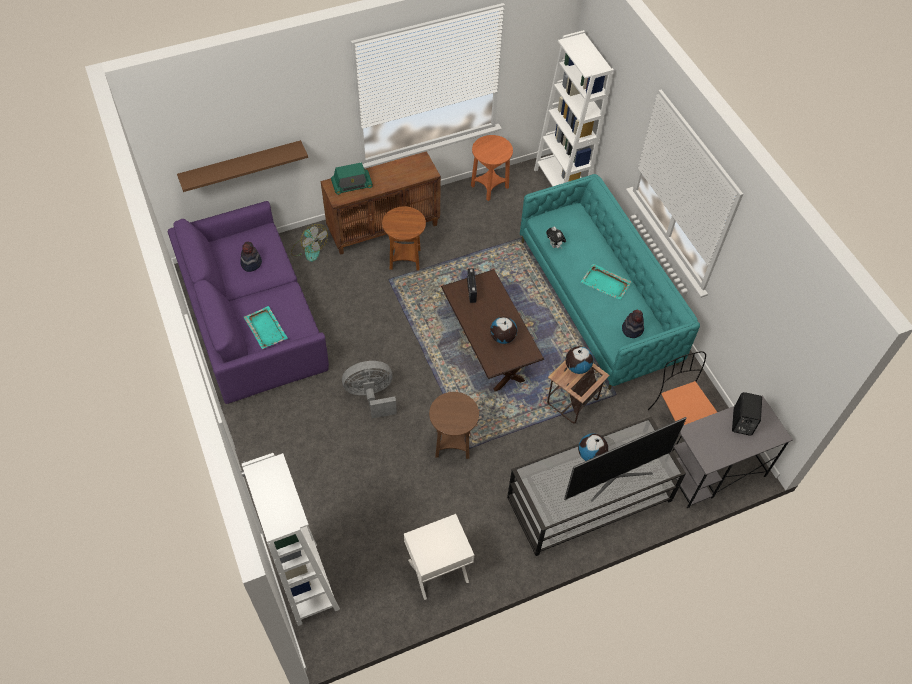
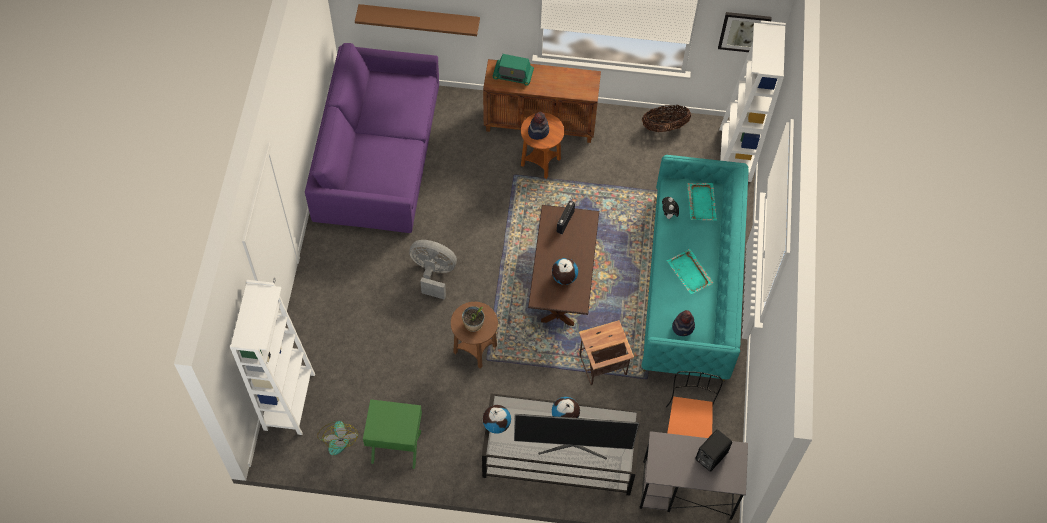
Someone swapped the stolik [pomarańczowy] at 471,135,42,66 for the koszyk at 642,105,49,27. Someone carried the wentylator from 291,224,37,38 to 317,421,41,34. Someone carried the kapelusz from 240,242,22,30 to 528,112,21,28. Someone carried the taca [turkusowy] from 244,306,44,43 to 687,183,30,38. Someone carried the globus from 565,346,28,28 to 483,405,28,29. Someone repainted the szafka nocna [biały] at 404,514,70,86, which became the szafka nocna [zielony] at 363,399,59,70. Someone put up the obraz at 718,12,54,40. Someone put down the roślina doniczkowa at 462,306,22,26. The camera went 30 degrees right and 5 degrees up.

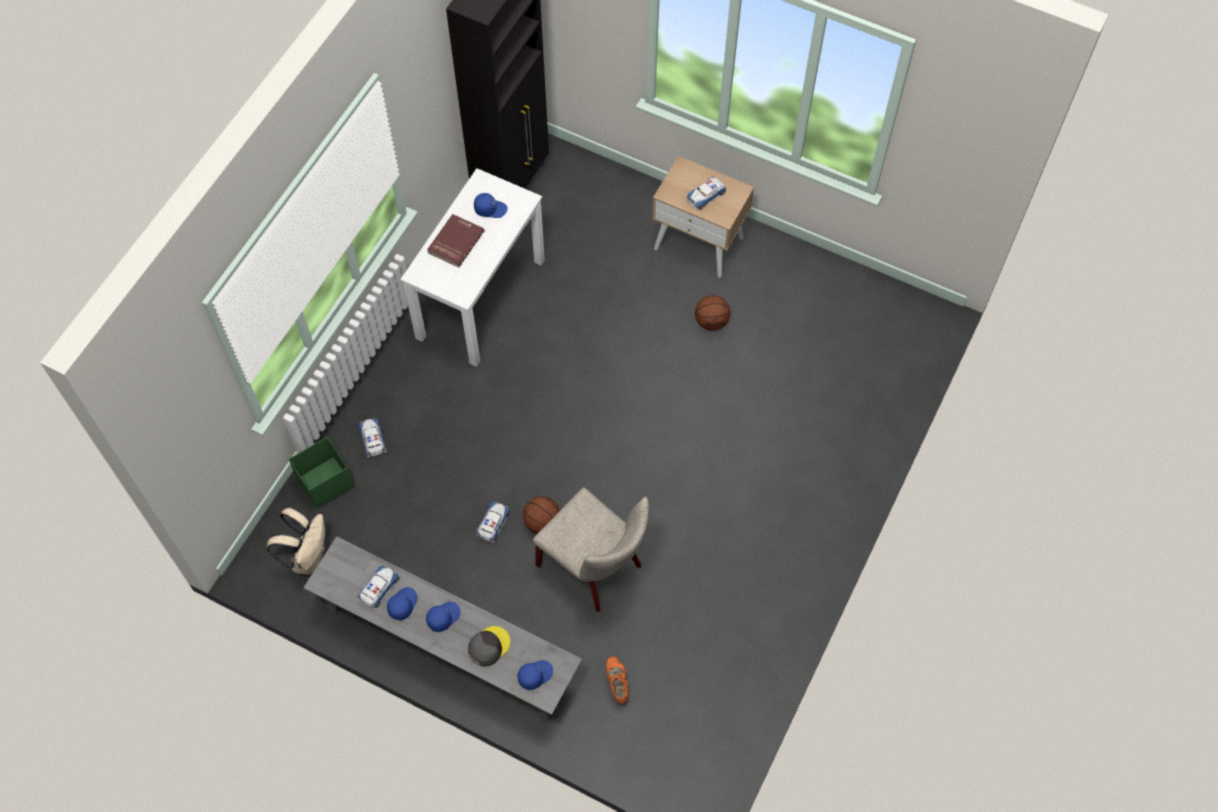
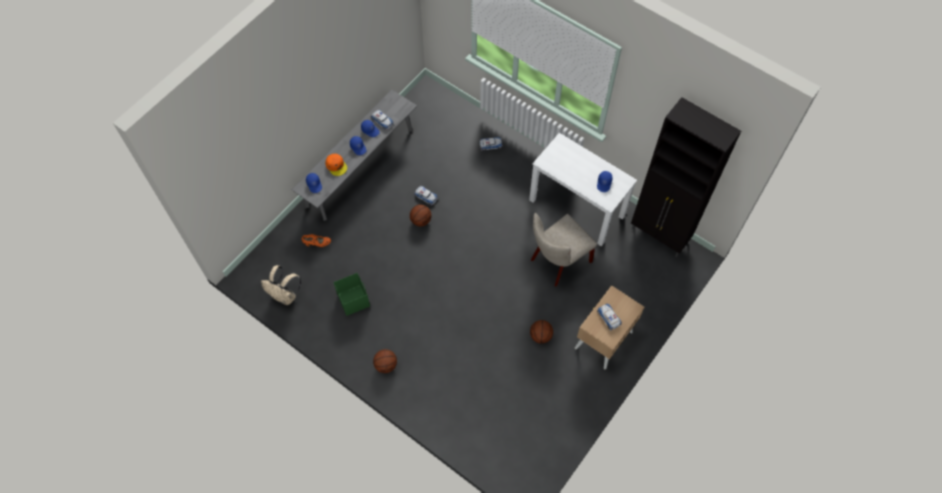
Someone took away the książka [czerwony] at 427,214,58,54. Someone carried the pojemnik do przechowywania [zielony] from 288,437,67,72 to 333,273,37,43. Someone carried the krzesło [beżowy] from 533,487,116,125 to 531,213,66,74. Someone carried the plecak [beżowy] from 267,507,58,68 to 261,265,40,40. Someone repainted the czapka z daszkiem [szary] at 468,626,42,41, which became the czapka z daszkiem [pomarańczowy] at 325,154,22,22. Someone put down the piłka do koszykówki at 373,349,24,24. The camera went 100 degrees right and 0 degrees up.

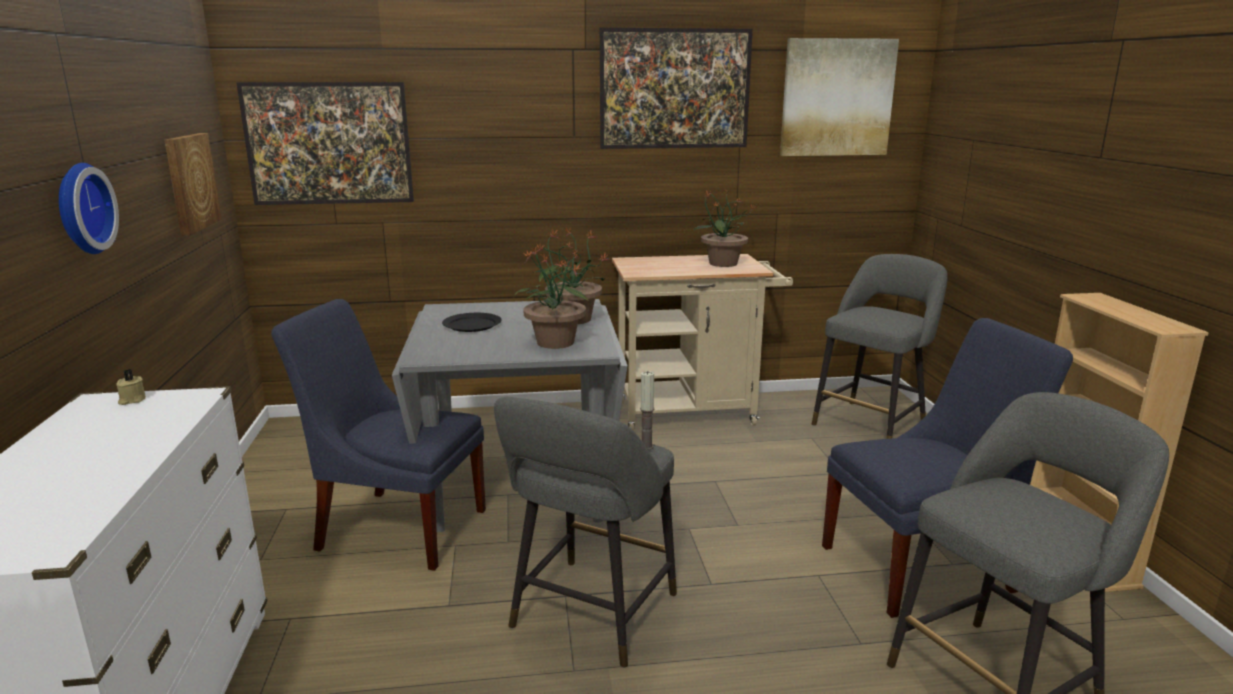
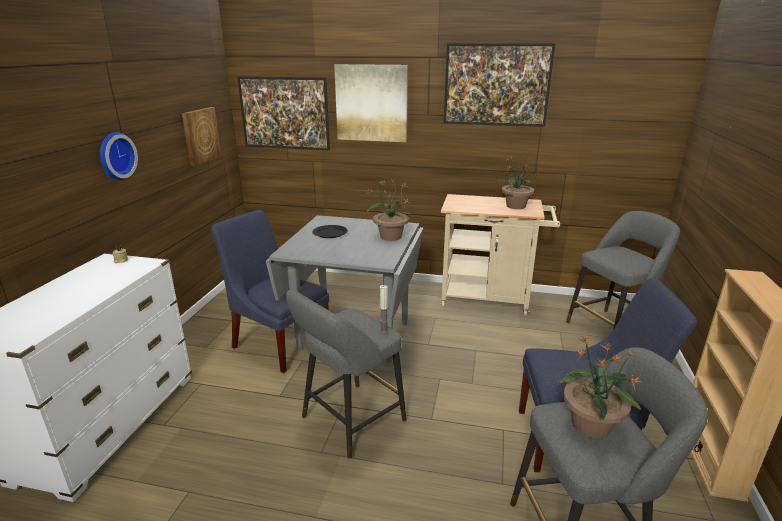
Someone carried the obraz from 780,38,119,118 to 334,64,74,78. Someone carried the roślina doniczkowa from 514,247,75,102 to 558,335,85,104. The camera went 20 degrees right and 5 degrees up.

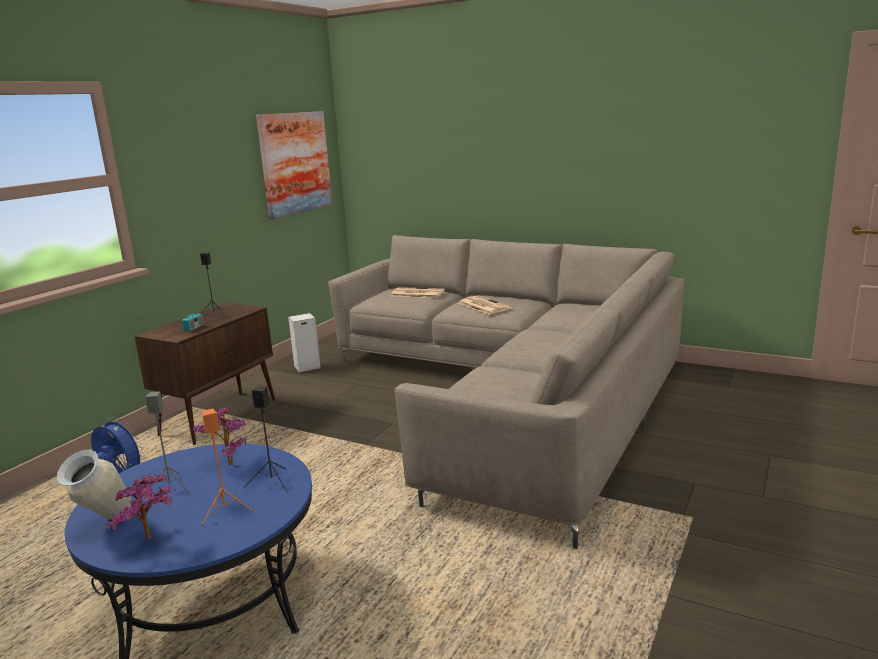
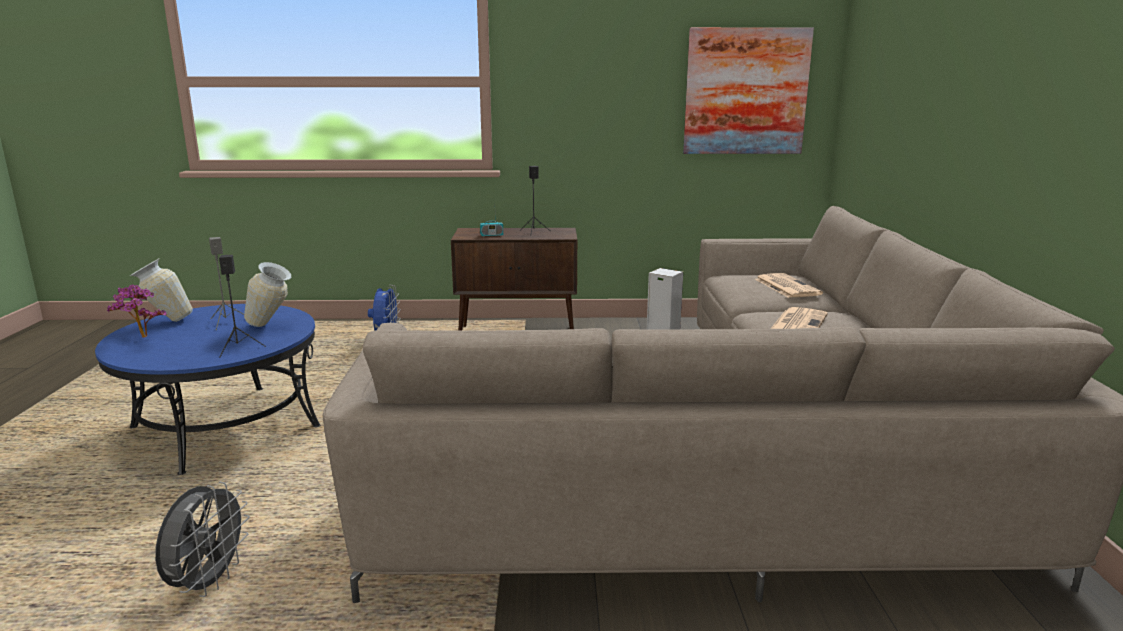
Someone swapped the roślina doniczkowa at 193,407,53,58 for the wazon at 244,262,47,65. Someone took away the głośnik [pomarańczowy] at 201,409,54,118. Someone put down the wentylator [szary] at 155,482,95,115. The camera went 60 degrees right and 0 degrees up.

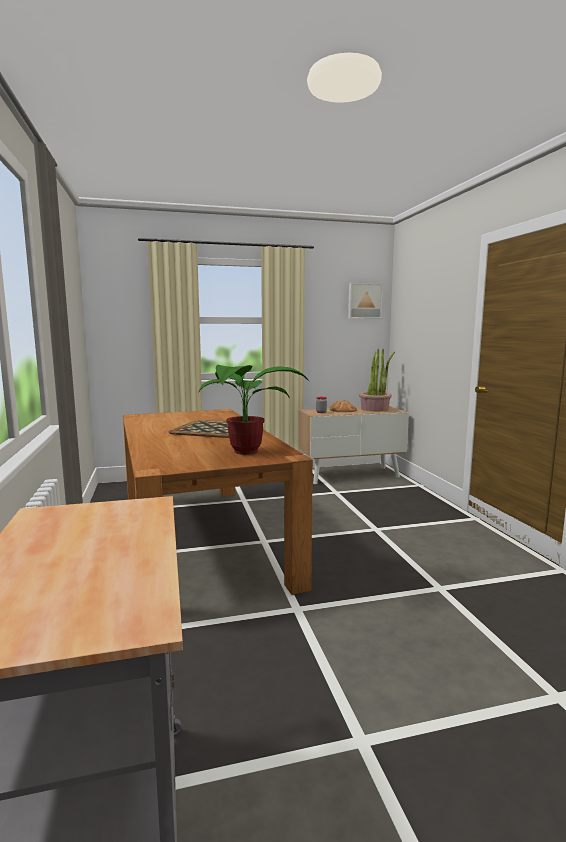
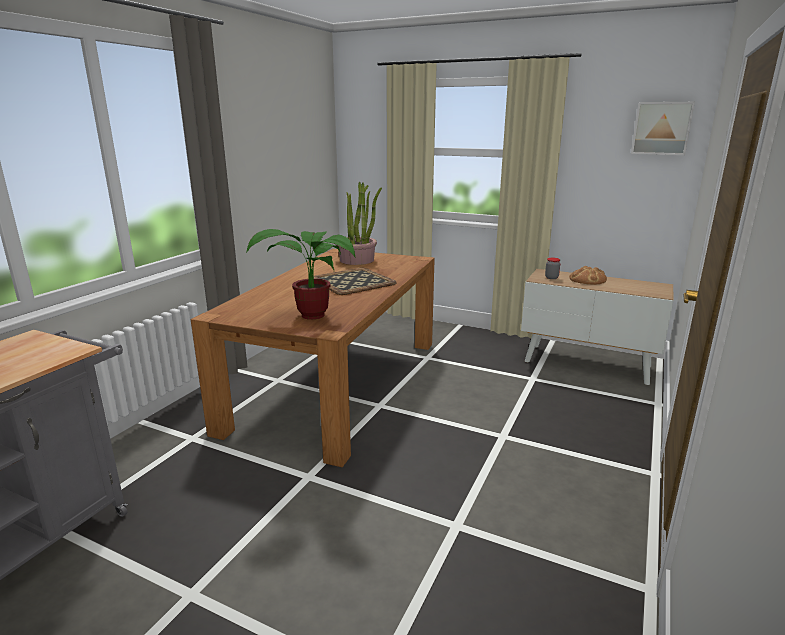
Someone carried the roślina doniczkowa from 359,349,36,63 to 339,182,43,83. The camera went 40 degrees right and 10 degrees up.

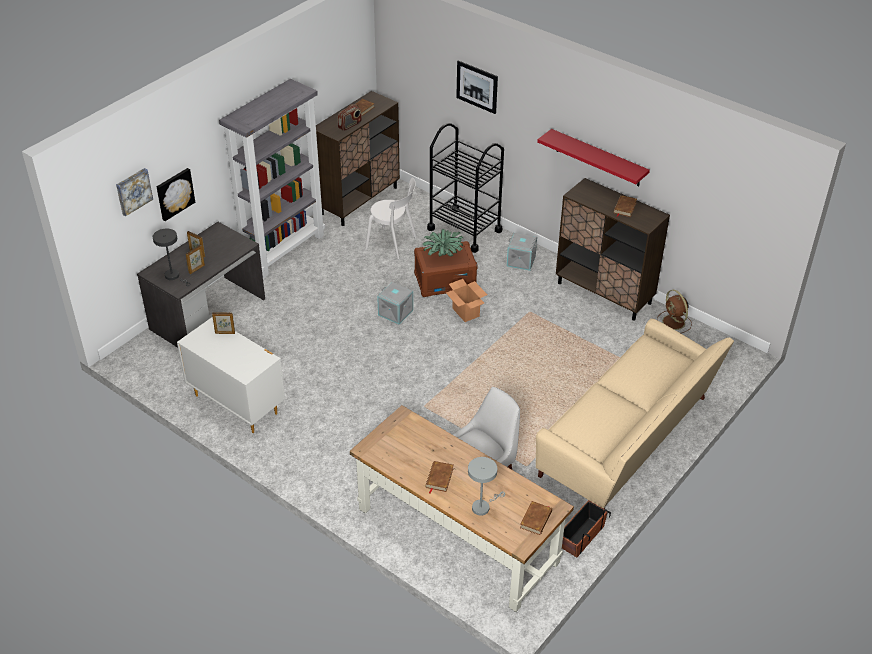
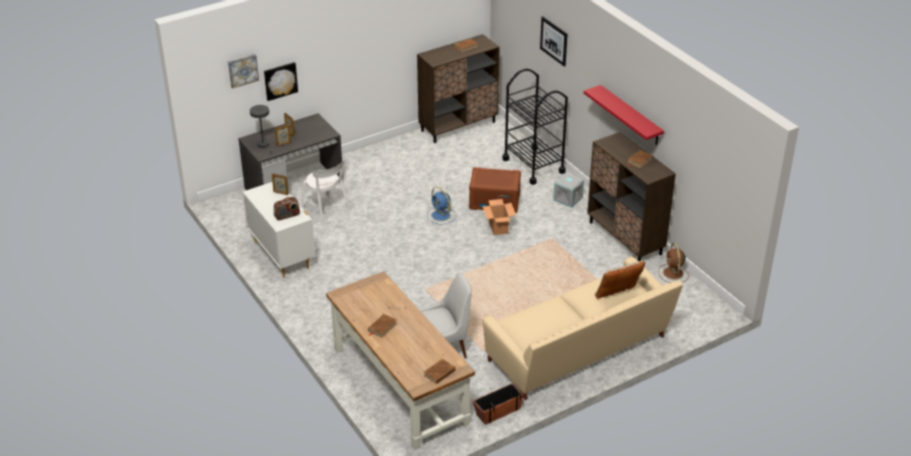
Someone took away the regał [szary] at 219,79,106,199. Someone carried the radio from 337,104,25,27 to 274,197,26,23. Someone carried the krzesło [biały] from 365,178,52,82 to 301,154,50,71. Someone took away the roślina doniczkowa at 423,229,40,28. Someone swapped the pojemnik do przechowywania [szary] at 377,282,36,42 for the wentylator [niebieski] at 427,187,30,38. Someone took away the lampa stołowa [szary] at 468,457,37,59. Someone put down the poduszka [beżowy] at 595,261,50,38. The camera went 20 degrees right and 5 degrees down.

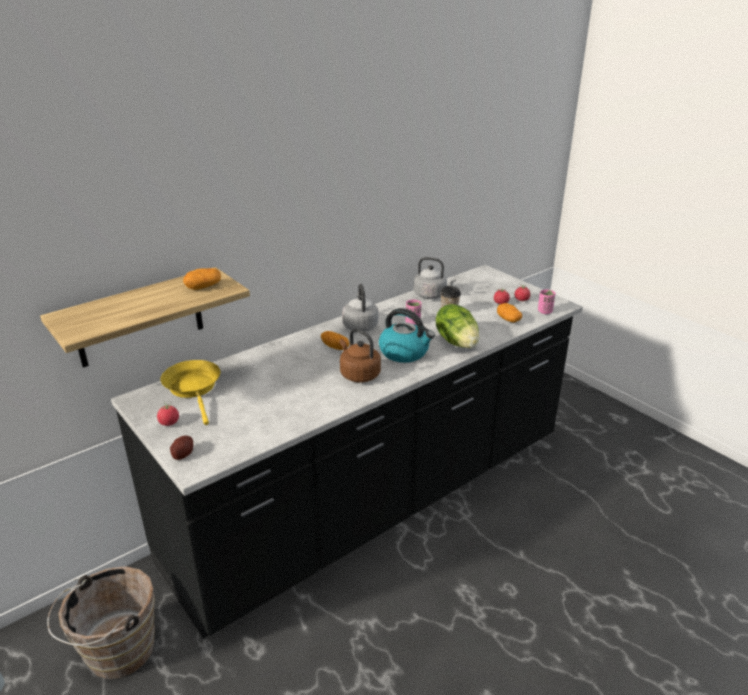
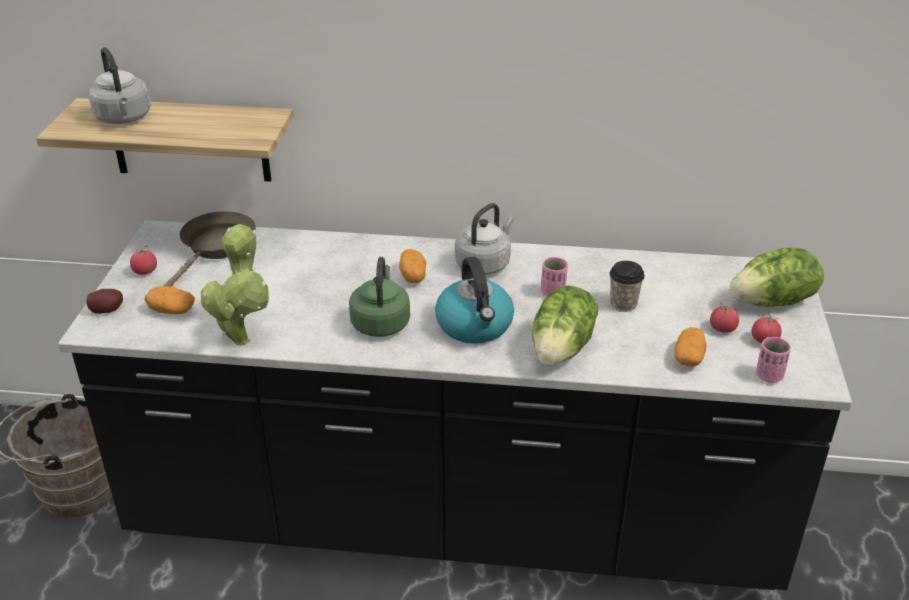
Someone carried the czajnik [szary] from 414,257,42,42 to 88,47,63,77. Someone carried the ziemniak from 183,268,38,22 to 145,286,50,28. Someone repainted the czajnik [brązowy] at 340,329,41,53, which became the czajnik [zielony] at 349,257,61,80. Someone repainted the patelnia [żółty] at 161,360,59,65, which became the patelnia [brązowy] at 164,211,92,75. Someone put down the roślina doniczkowa at 201,224,69,122. Someone put down the sałata at 730,248,94,59. The camera went 45 degrees right and 5 degrees up.

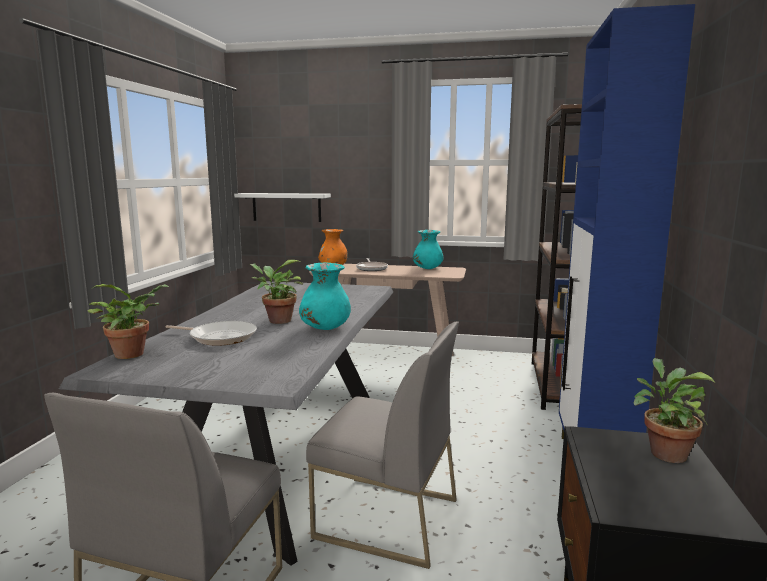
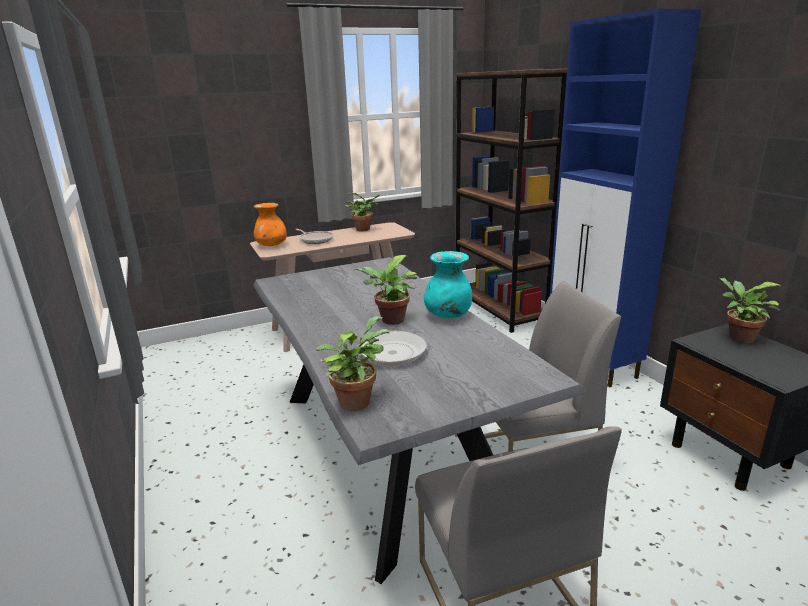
Someone took away the półka [biały] at 234,193,97,29. Someone swapped the wazon [turkusowy] at 413,230,30,39 for the roślina doniczkowa at 345,193,38,39. The camera went 35 degrees left and 10 degrees up.

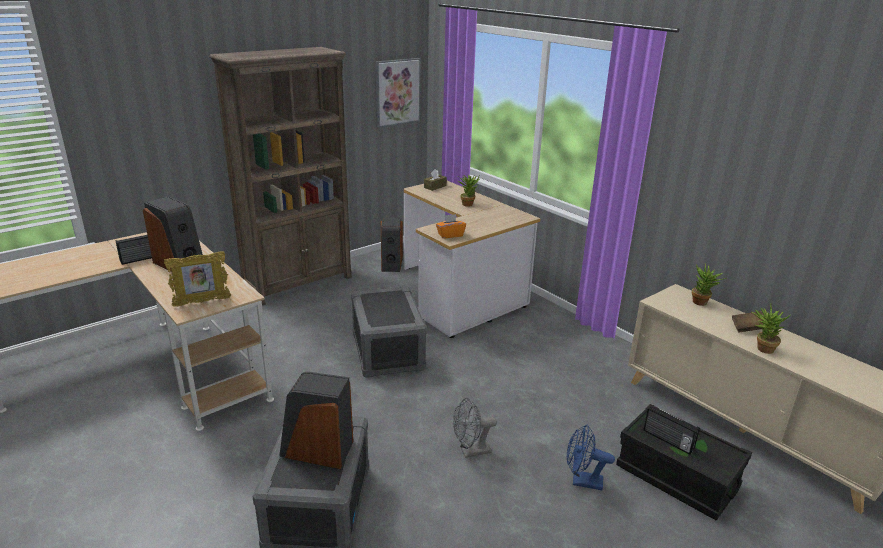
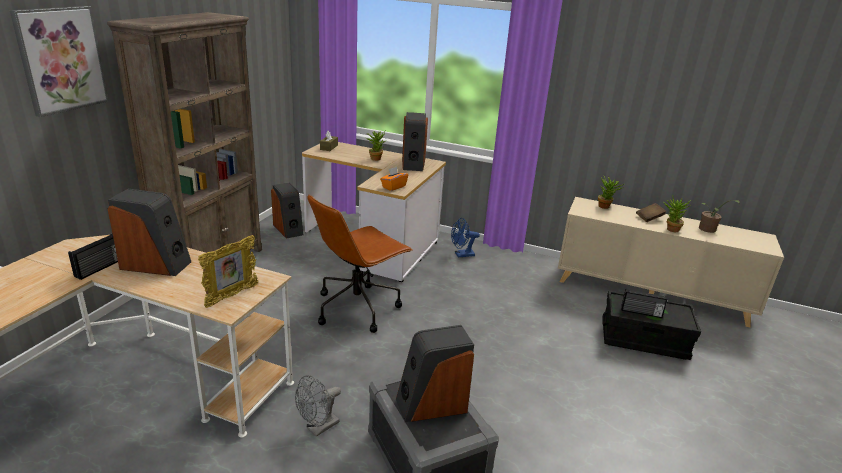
Someone carried the obraz from 375,58,46,70 to 10,6,99,111. Someone swapped the pojemnik do przechowywania [szary] at 351,286,76,92 for the krzesło biurowe [brązowy] at 307,194,106,139. Someone carried the wentylator [szary] from 453,398,44,60 to 295,375,46,62. Someone carried the wentylator [niebieski] from 567,424,48,66 to 451,218,29,40. Someone put down the głośnik at 402,112,26,59. Someone put down the roślina doniczkowa at 699,200,41,33. The camera went 30 degrees left and 0 degrees up.

